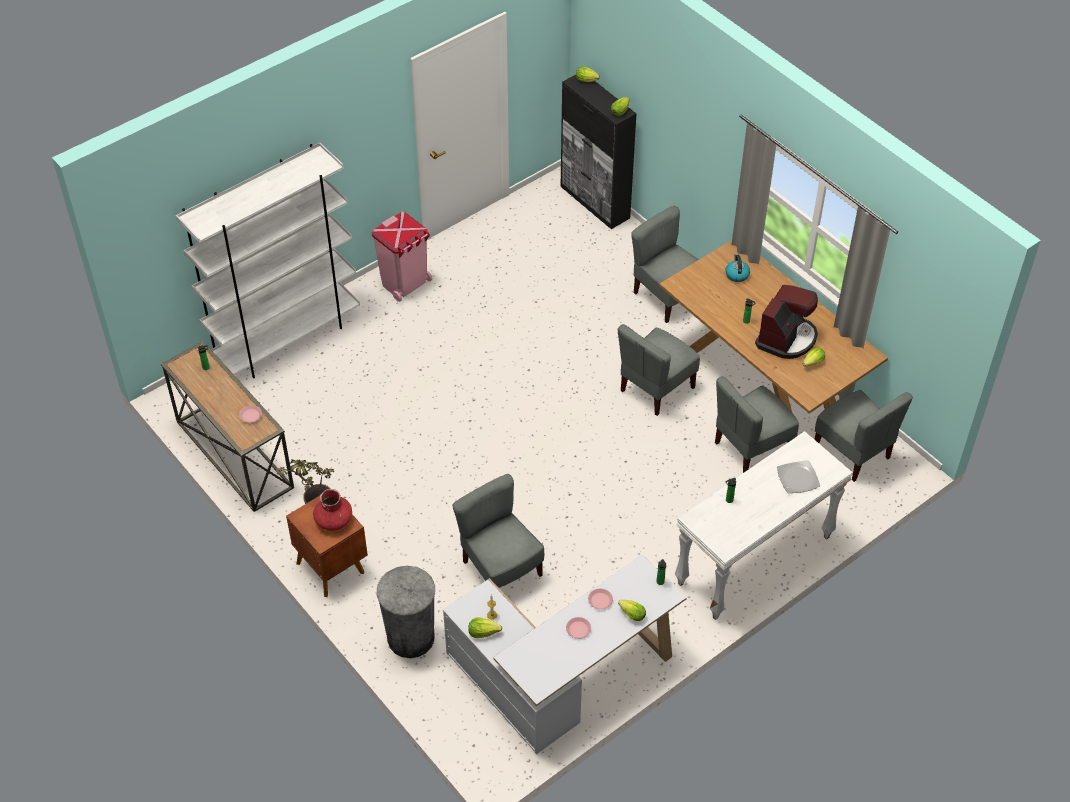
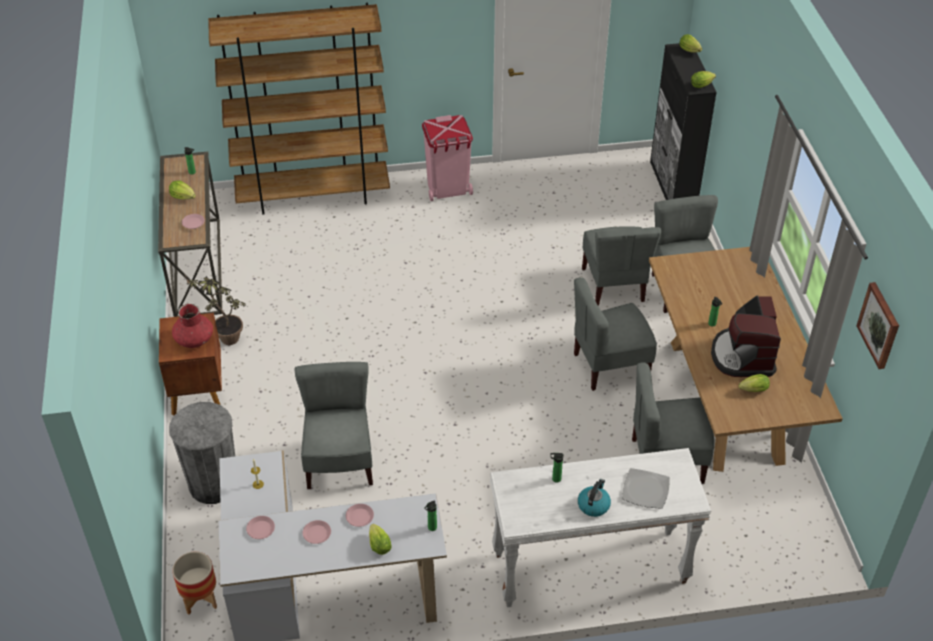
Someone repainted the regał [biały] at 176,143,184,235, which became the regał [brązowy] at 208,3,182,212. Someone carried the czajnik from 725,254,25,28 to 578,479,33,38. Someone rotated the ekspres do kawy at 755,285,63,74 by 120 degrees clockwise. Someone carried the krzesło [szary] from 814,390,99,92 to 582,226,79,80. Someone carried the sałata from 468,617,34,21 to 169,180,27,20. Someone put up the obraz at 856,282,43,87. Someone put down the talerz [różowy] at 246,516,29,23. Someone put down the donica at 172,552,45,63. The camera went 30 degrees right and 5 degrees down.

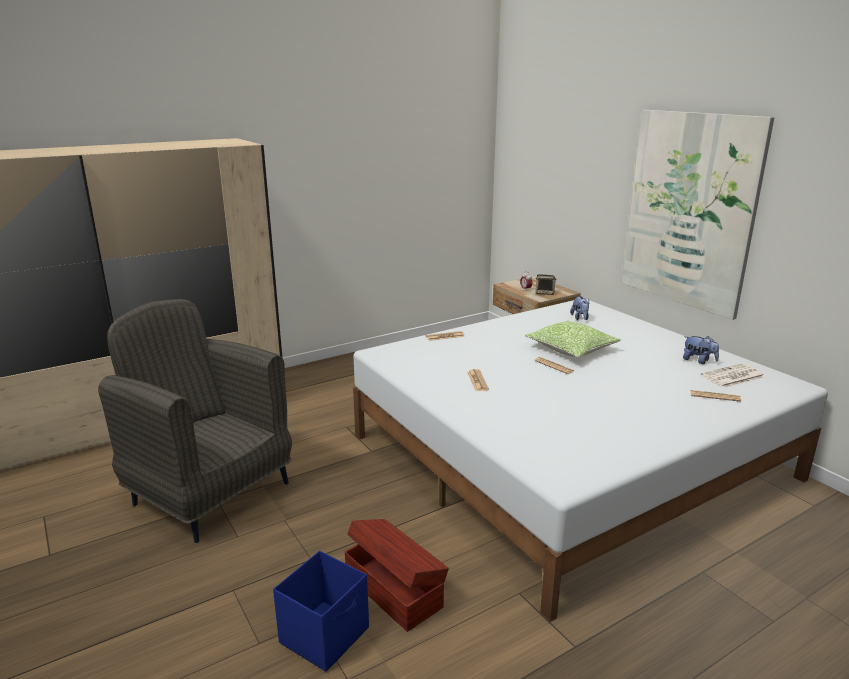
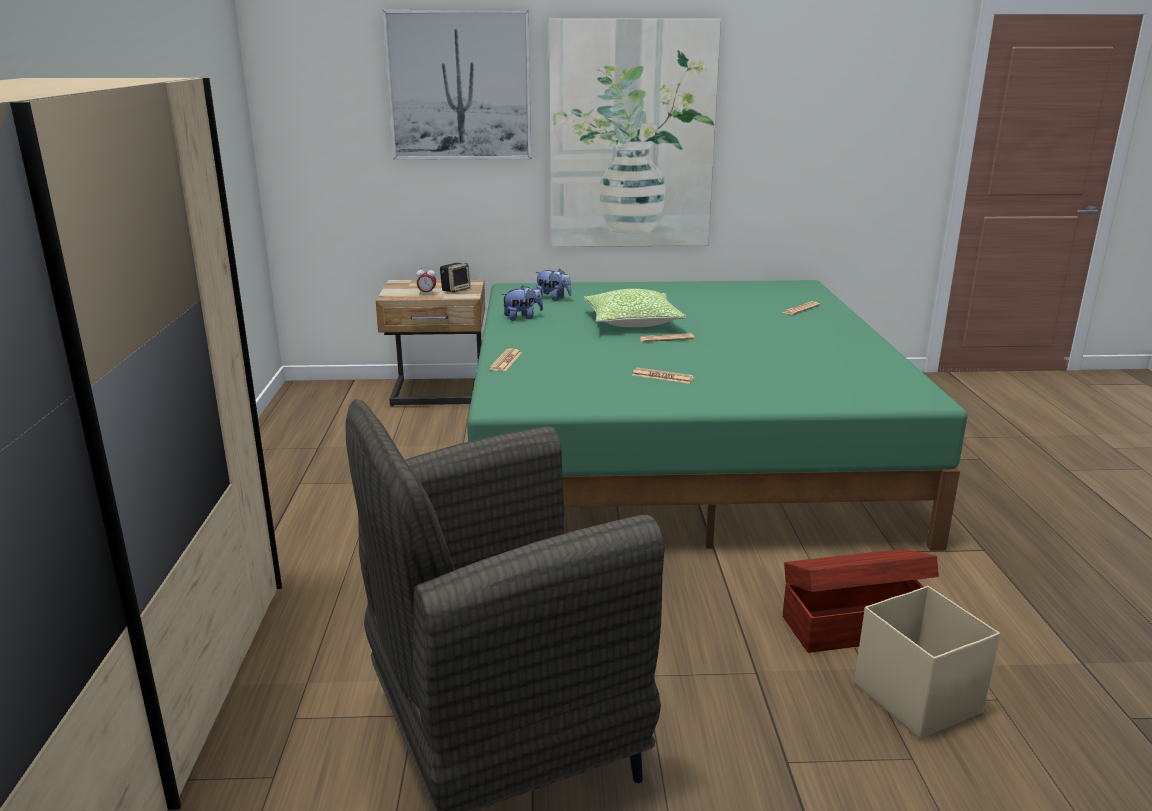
Someone repainted the łóżko [biały] at 353,299,475,323, which became the łóżko [zielony] at 467,280,500,271. Someone carried the pluszak from 683,336,36,28 to 501,285,42,36. Someone took away the gazeta at 701,363,64,25. Someone repainted the pojemnik do przechowywania [niebieski] at 273,551,96,121, which became the pojemnik do przechowywania [beżowy] at 854,586,146,153. Someone put up the obraz at 382,10,149,150. The camera went 60 degrees left and 0 degrees up.

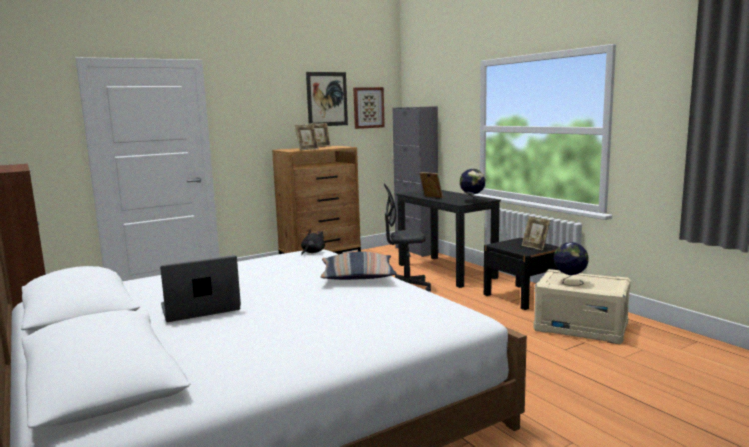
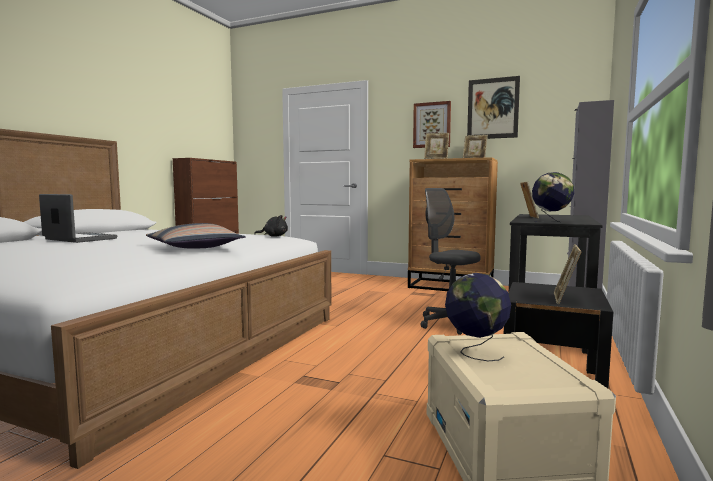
Someone carried the obraz from 353,87,32,42 to 413,101,38,47. The camera went 55 degrees right and 5 degrees down.

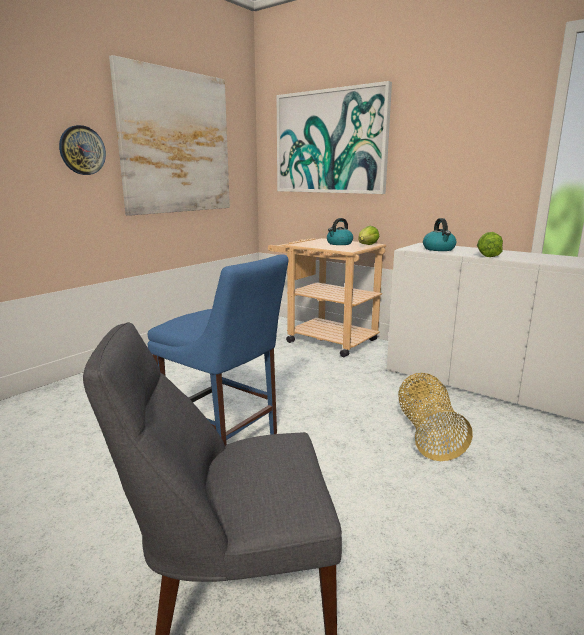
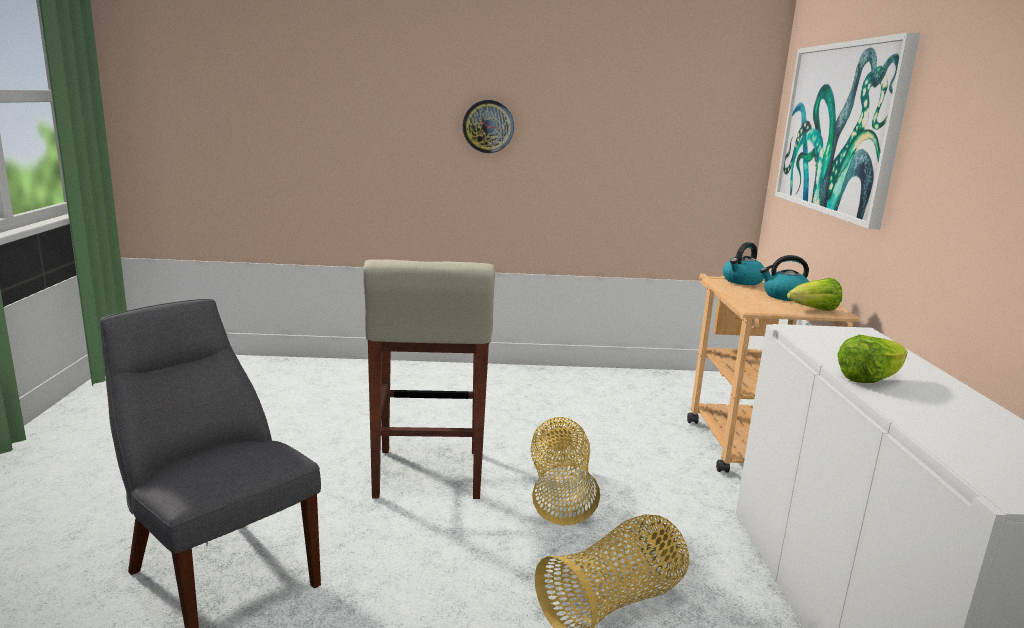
Someone took away the obraz at 109,55,121,161. Someone carried the czajnik from 423,218,33,33 to 723,242,41,43. Someone swapped the krzesło [niebieski] at 148,254,141,192 for the stołek [beżowy] at 363,259,132,240. Someone put down the koszyk at 531,417,69,108. The camera went 50 degrees right and 0 degrees up.

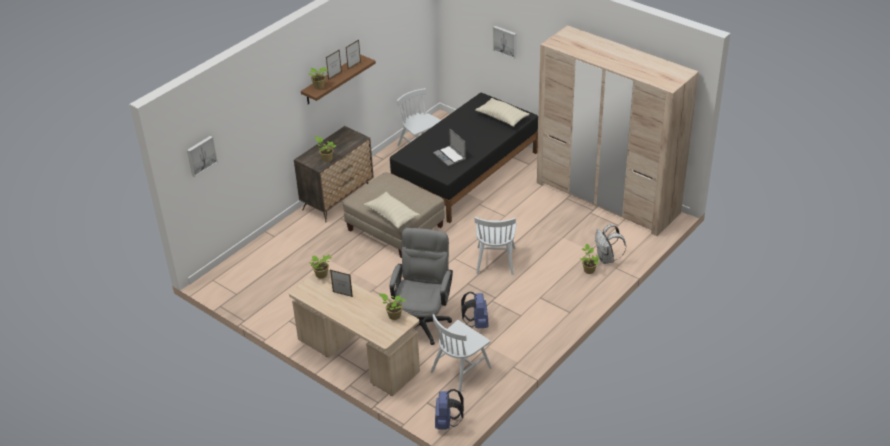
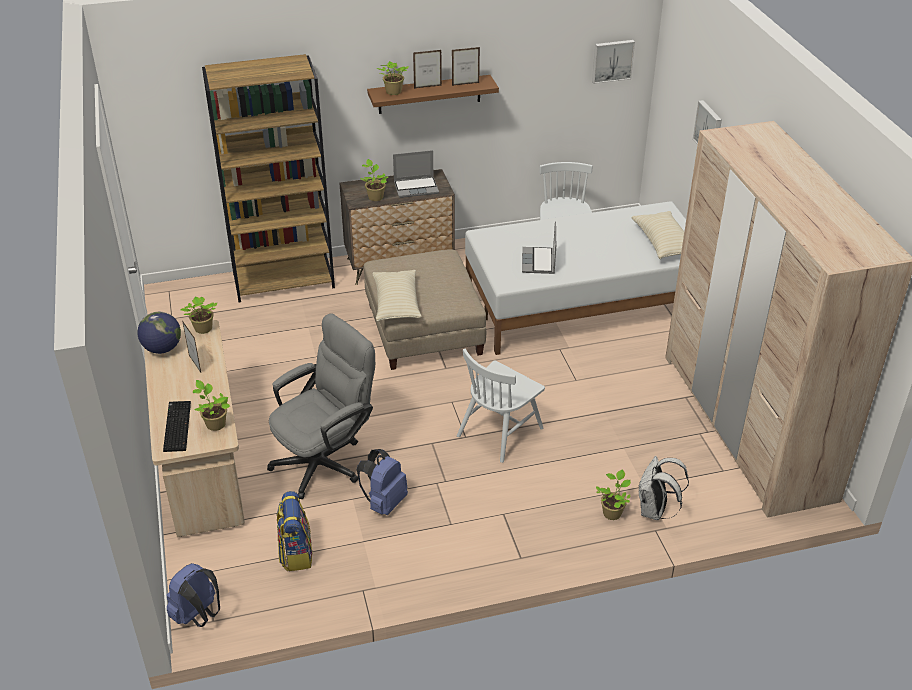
Someone repainted the łóżko [czarny] at 390,92,148,131, which became the łóżko [biały] at 465,201,221,154. Someone carried the obraz from 187,136,31,41 to 592,40,43,44. Someone swapped the krzesło [biały] at 431,314,61,78 for the plecak at 277,491,36,80. Someone put down the regał [brązowy] at 202,54,133,249. Someone put down the laptop at 393,150,46,48. Someone put down the globus at 137,312,44,42. Someone put down the klawiatura at 163,401,28,51. The camera went 35 degrees right and 0 degrees up.

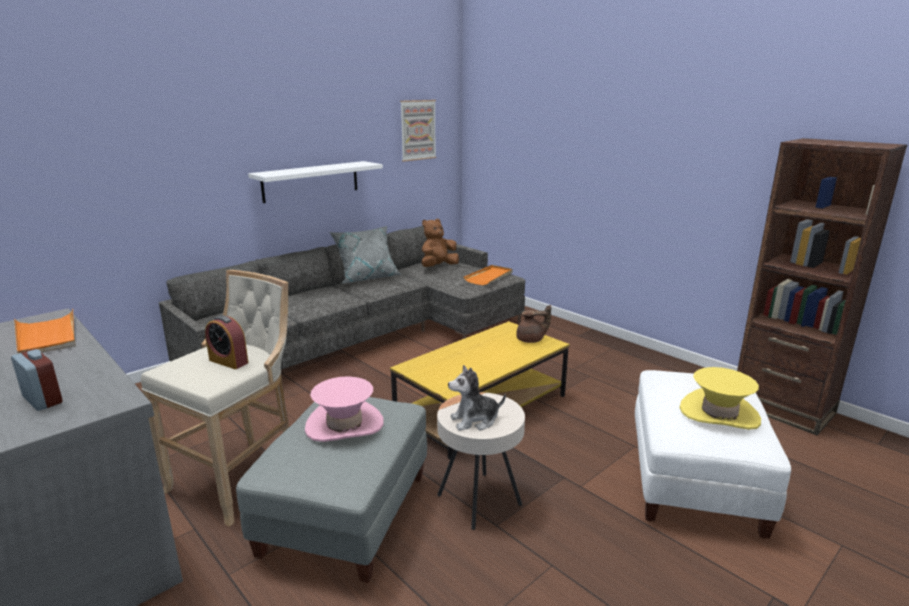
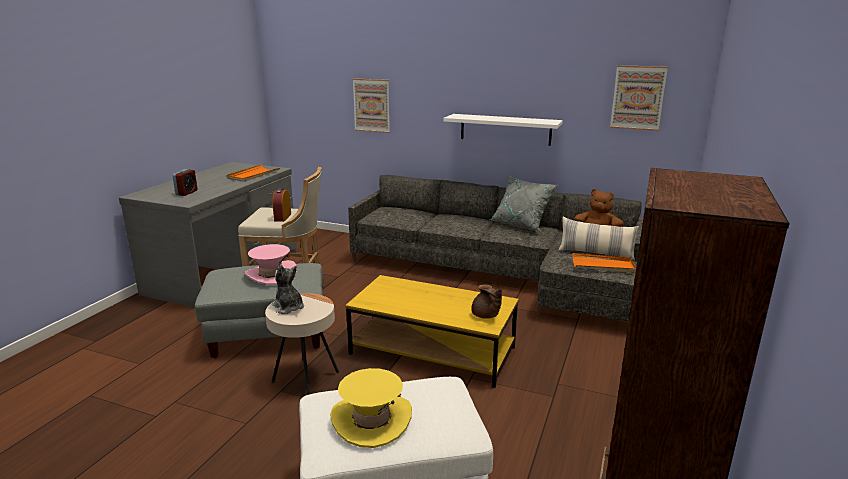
Someone put up the obraz at 352,78,38,55. Someone put down the poduszka at 558,217,81,43. The camera went 65 degrees right and 0 degrees up.

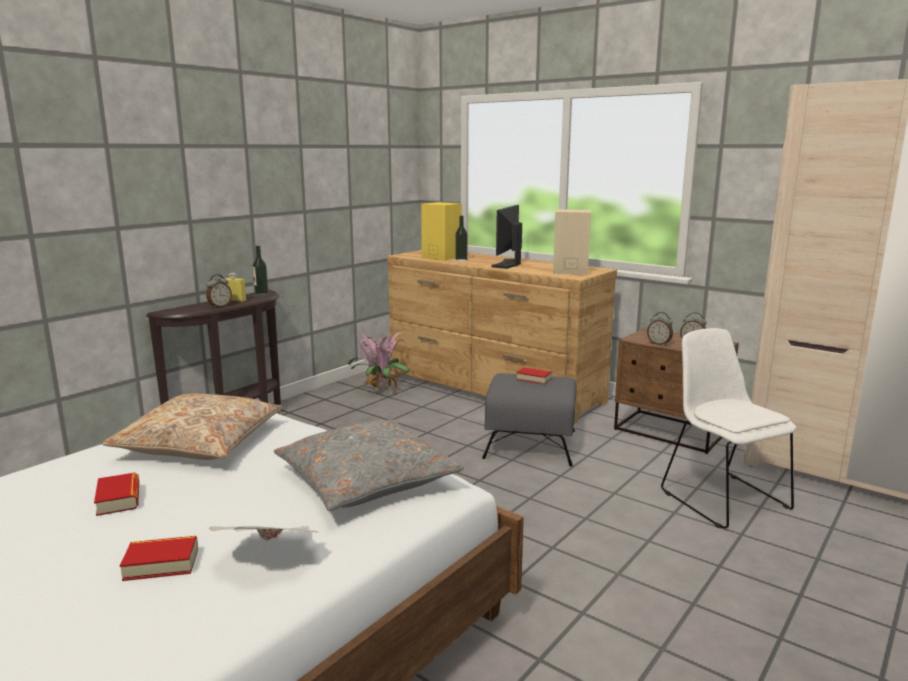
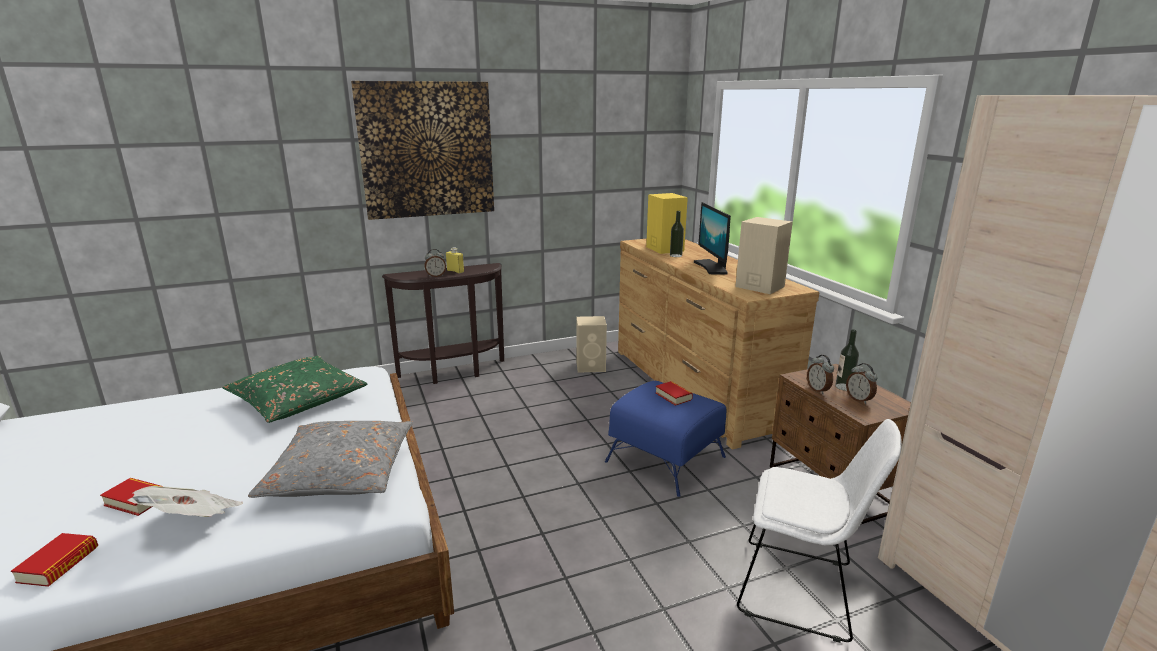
Someone rotated the monitor at 492,205,30,64 by 60 degrees counterclockwise. Someone carried the butelka from 252,245,17,51 to 835,329,24,62. Someone rotated the krzesło [biały] at 661,328,135,200 by 105 degrees clockwise. Someone swapped the roślina doniczkowa at 348,330,62,63 for the głośnik [beżowy] at 576,316,31,56. Someone repainted the pufa [szary] at 482,373,94,94, which became the pufa [niebieski] at 605,381,121,116. Someone repainted the poduszka [beżowy] at 102,394,180,66, which became the poduszka [zielony] at 222,356,145,67. Someone carried the książka from 94,473,45,43 to 11,533,87,54. Someone put up the obraz at 351,81,143,139. The camera went 30 degrees right and 5 degrees up.

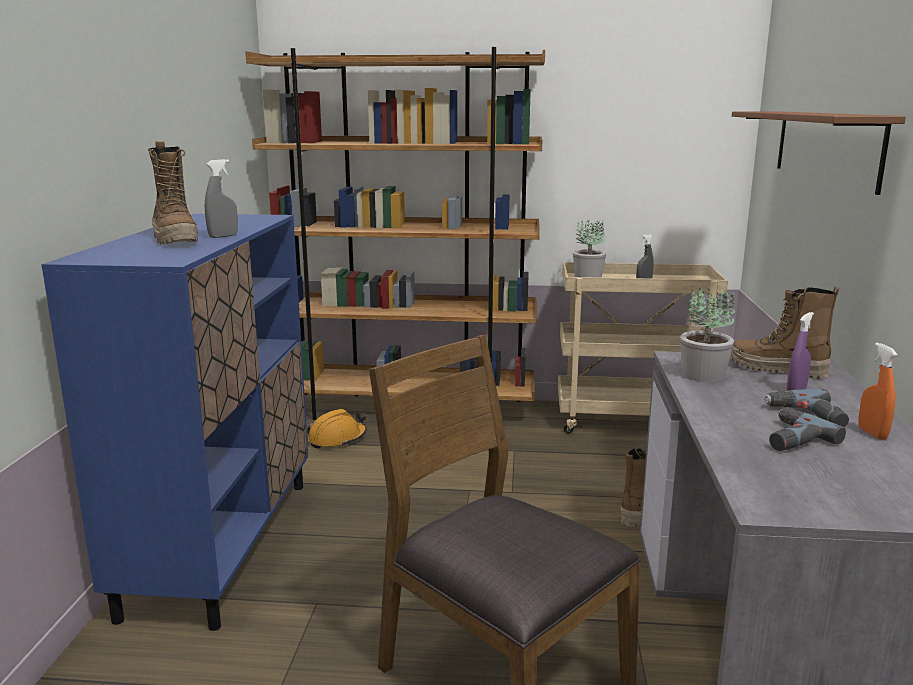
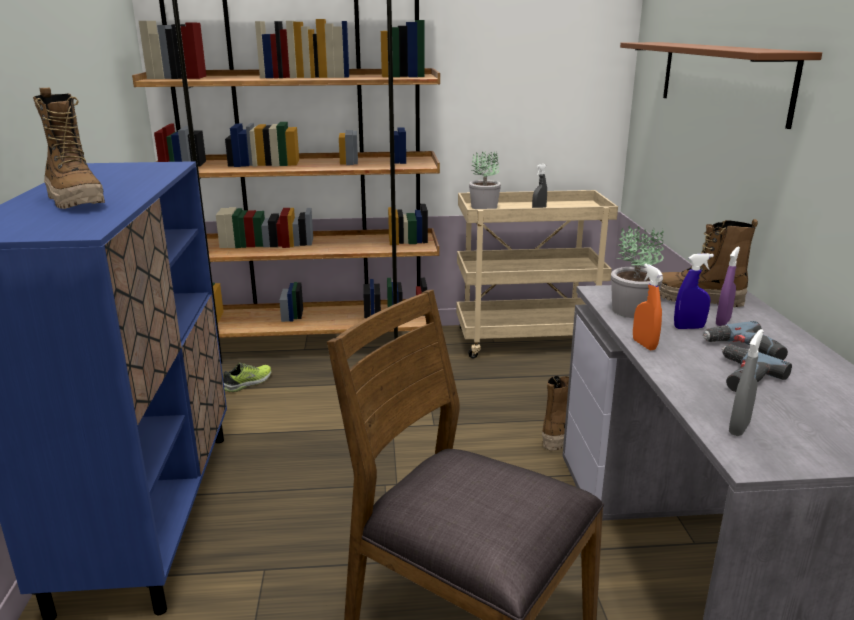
Someone carried the spryskiwacz [szary] from 205,159,33,79 to 729,329,35,107. Someone carried the spryskiwacz [pomarańczowy] from 859,342,39,98 to 633,264,30,86. Someone swapped the kask [pomarańczowy] at 307,409,60,40 for the but at 223,363,48,29. Someone put down the spryskiwacz [niebieski] at 674,253,40,76. The camera went 10 degrees left and 5 degrees up.

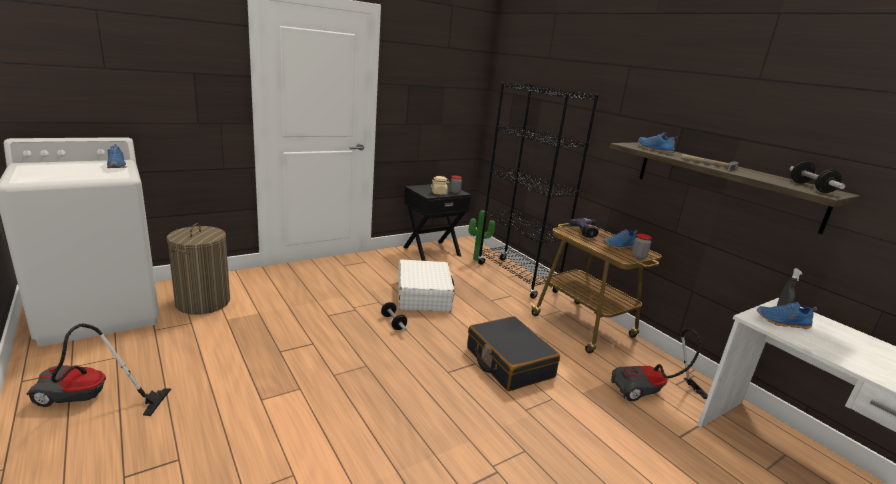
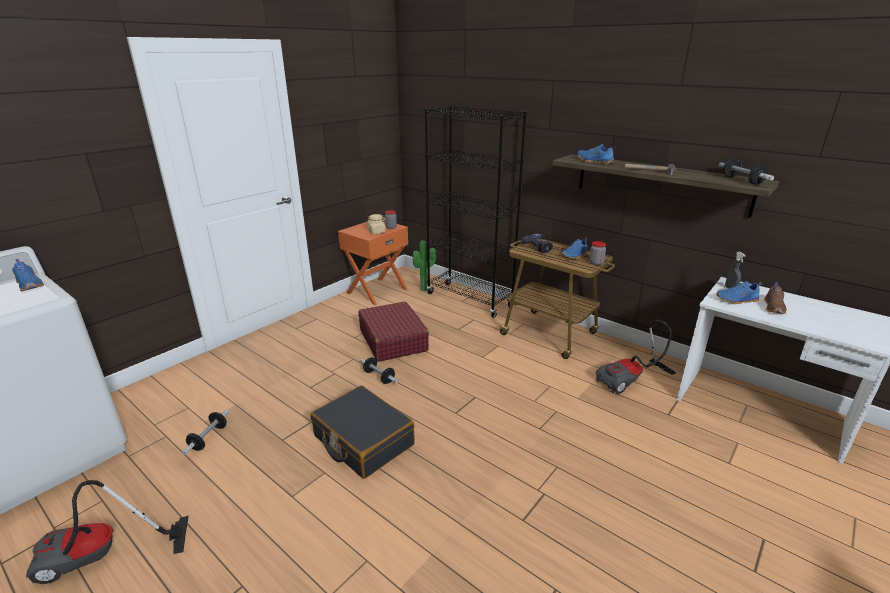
Someone repainted the szafka nocna [czarny] at 404,183,67,78, which became the szafka nocna [pomarańczowy] at 338,220,70,85. Someone took away the kosz na pranie at 167,223,63,92. Someone repainted the walizka [biały] at 398,260,57,52, which became the walizka [czerwony] at 358,301,71,61. Someone carried the walizka [czarny] from 467,316,93,75 to 311,385,104,94. Someone put down the but [brązowy] at 764,282,23,32. Someone put down the hantel at 182,409,47,46. The camera went 15 degrees left and 5 degrees up.

